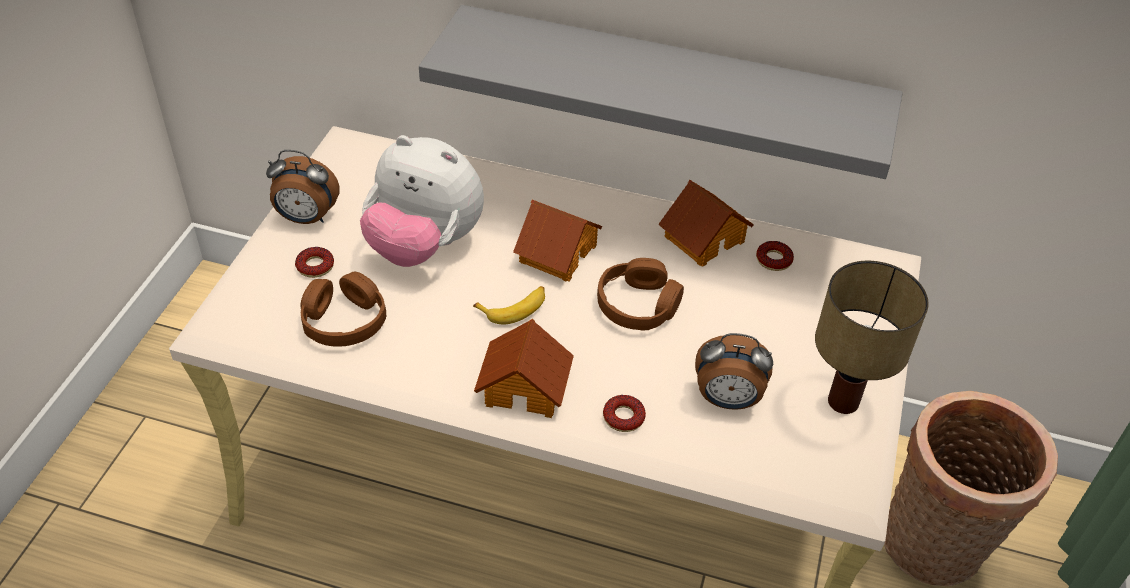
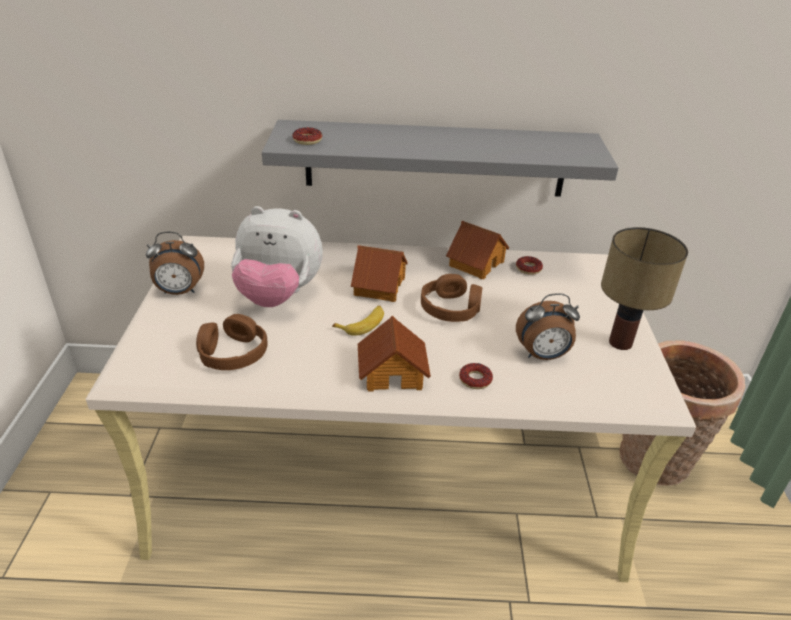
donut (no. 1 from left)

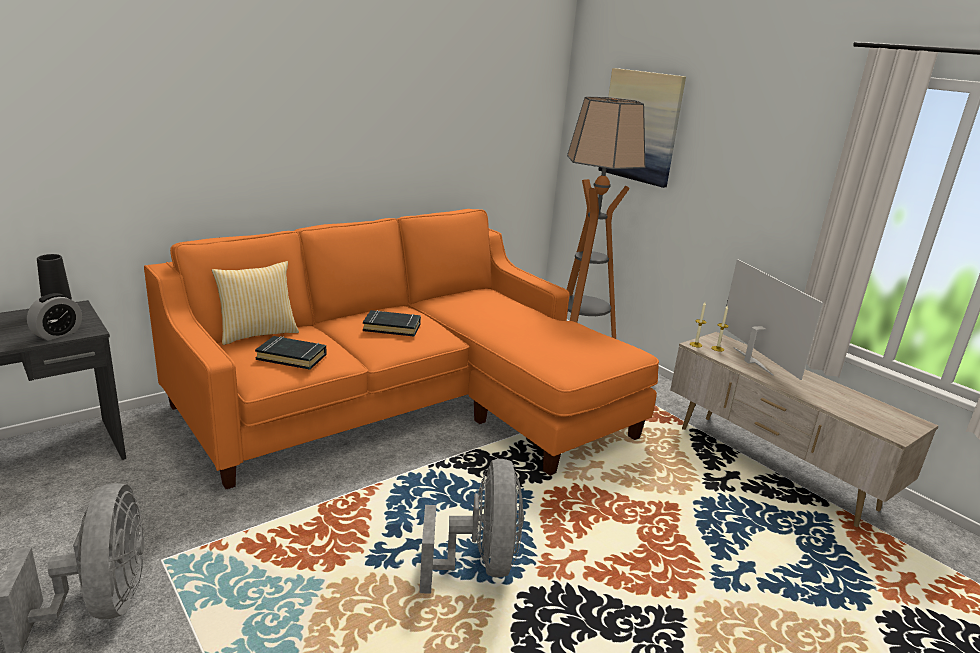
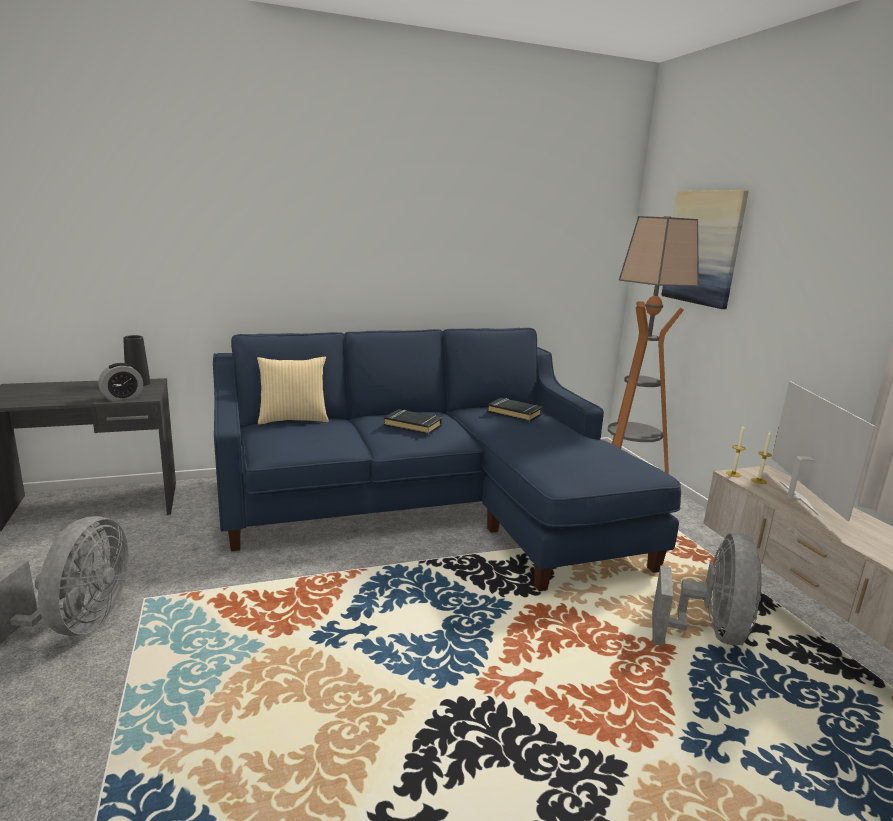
black book (no. 2 from left)
grey fan (no. 2 from left)
blue sofa

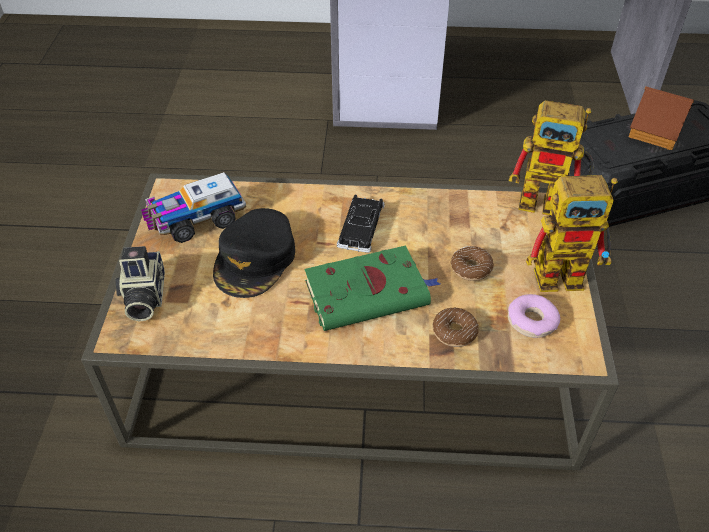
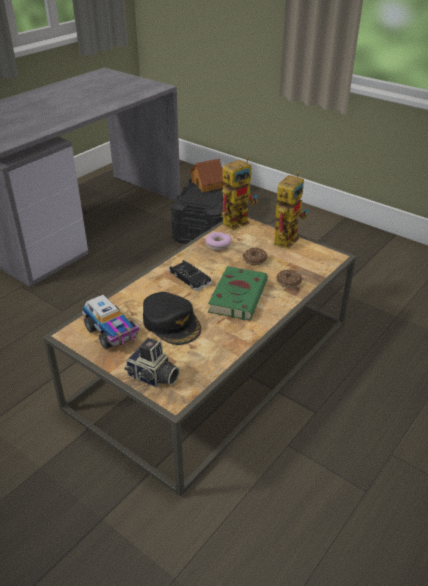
donut (no. 1 from left)
toy truck

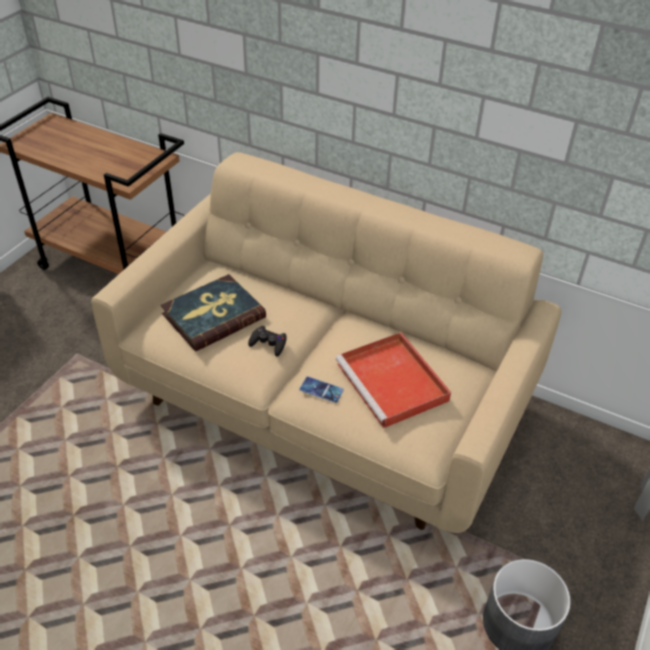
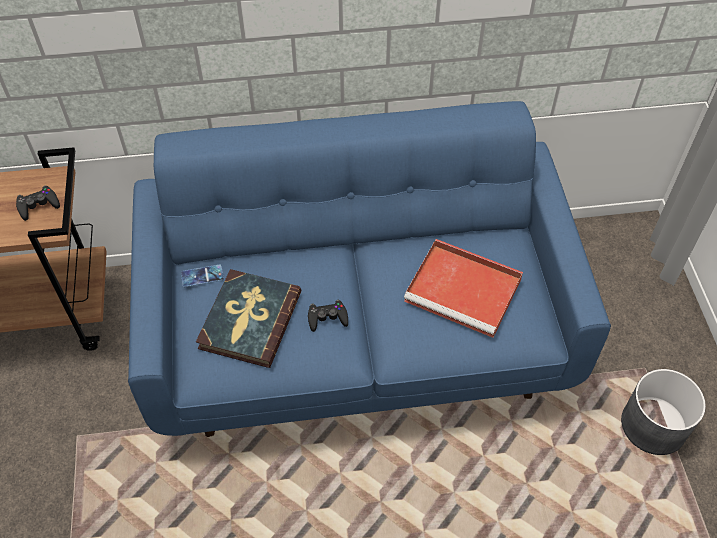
black game controller (no. 1 from left)
phone
blue sofa

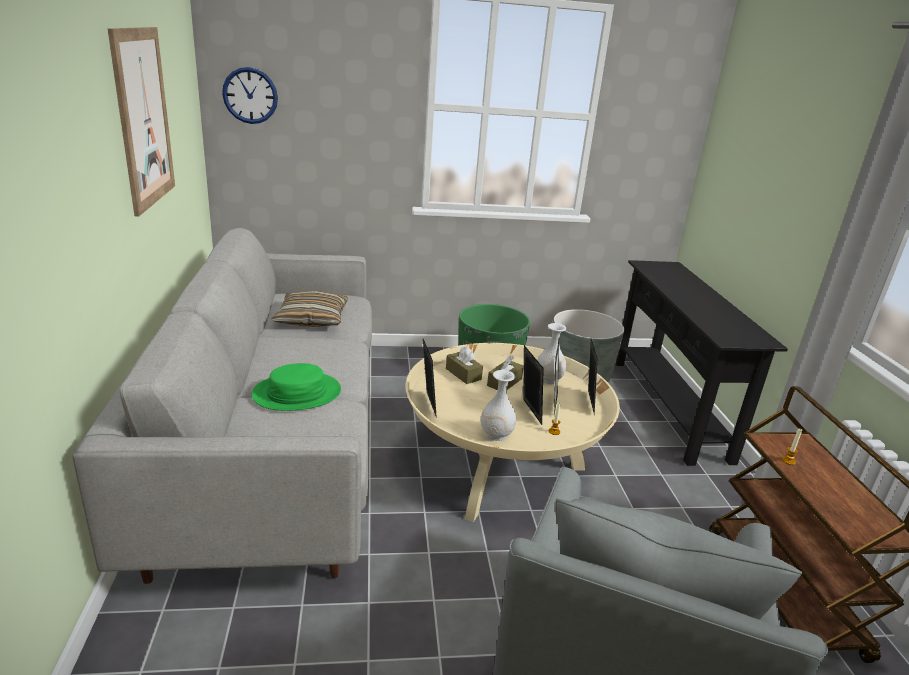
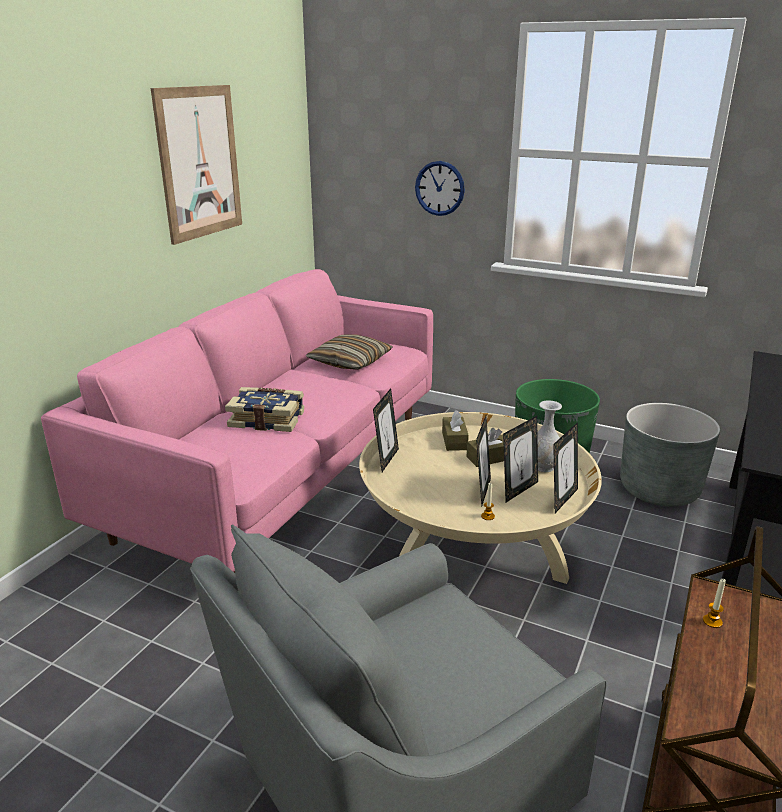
white vase (no. 1 from left in the first image)
wall clock
book
pink sofa

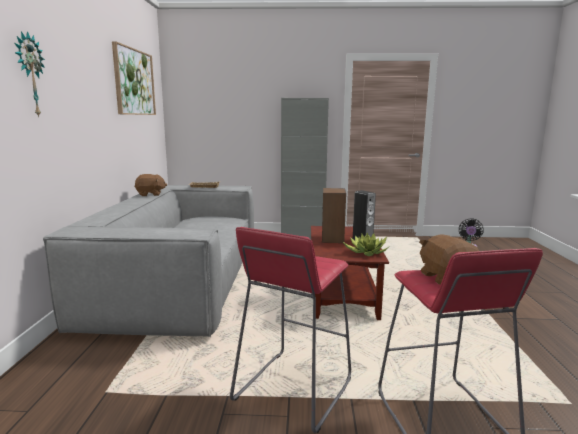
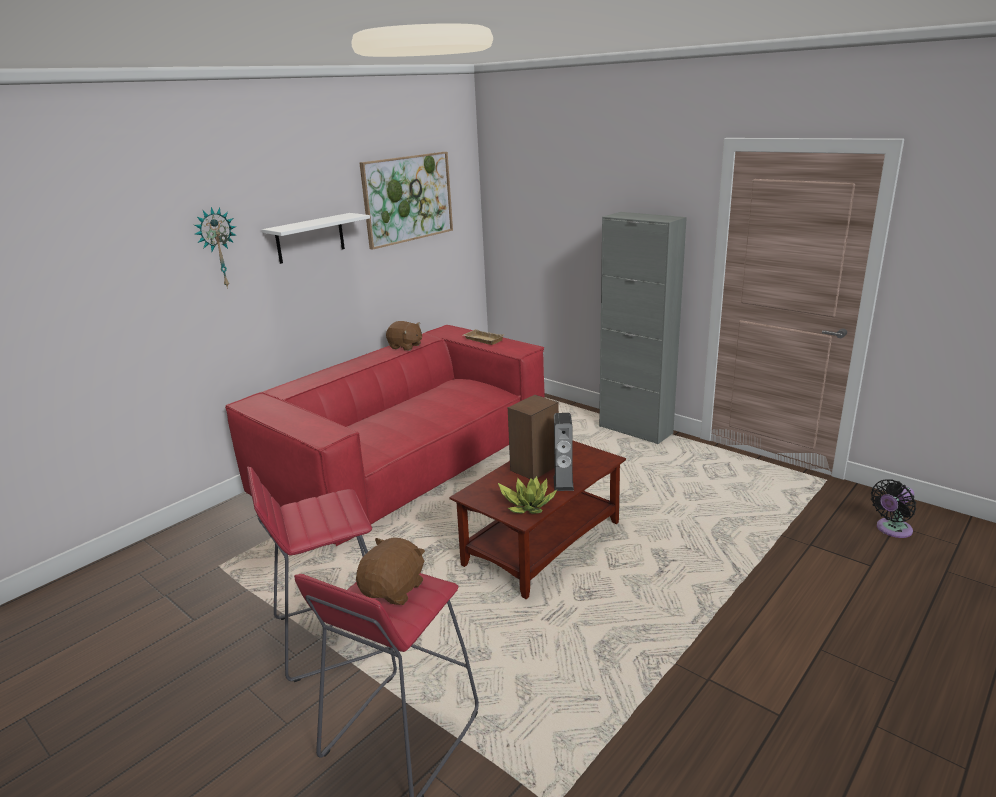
white shelf
red sofa

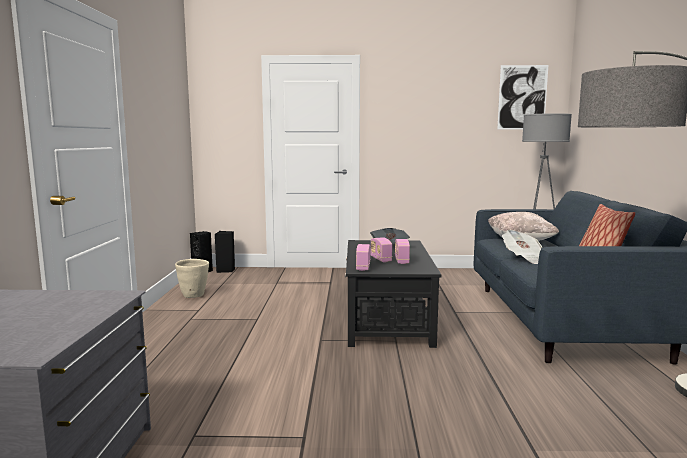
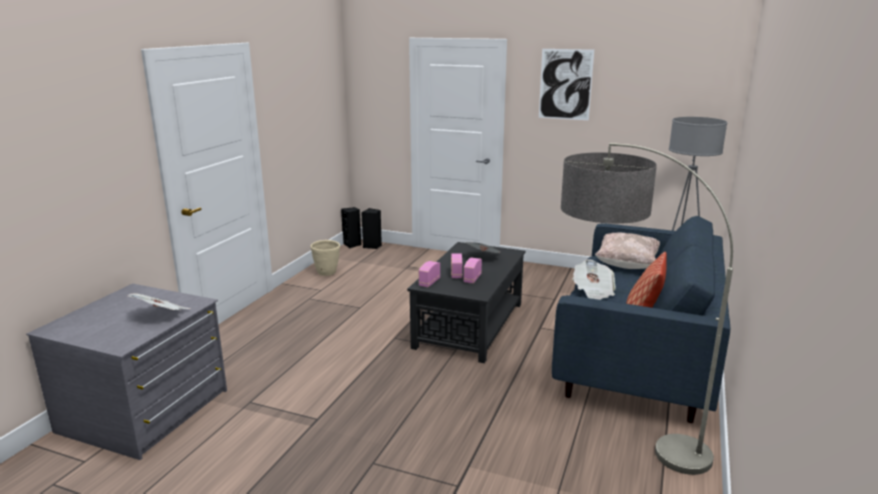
newspaper (no. 1 from left)
picture

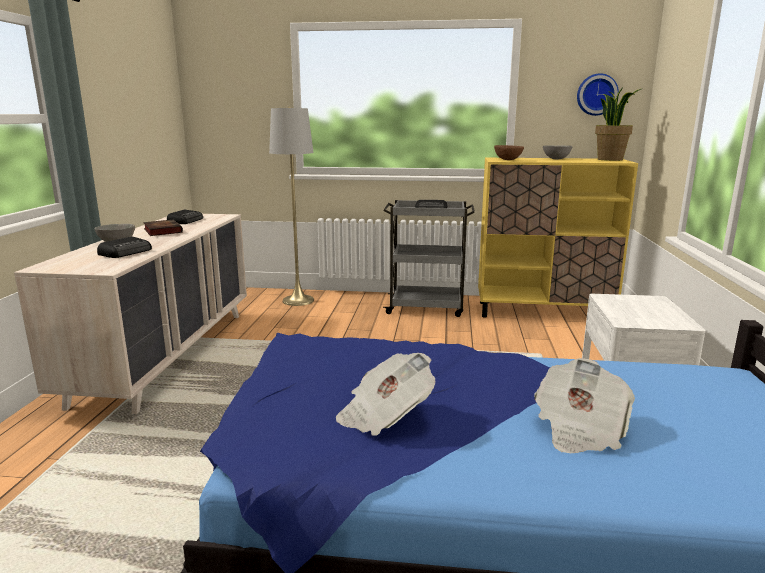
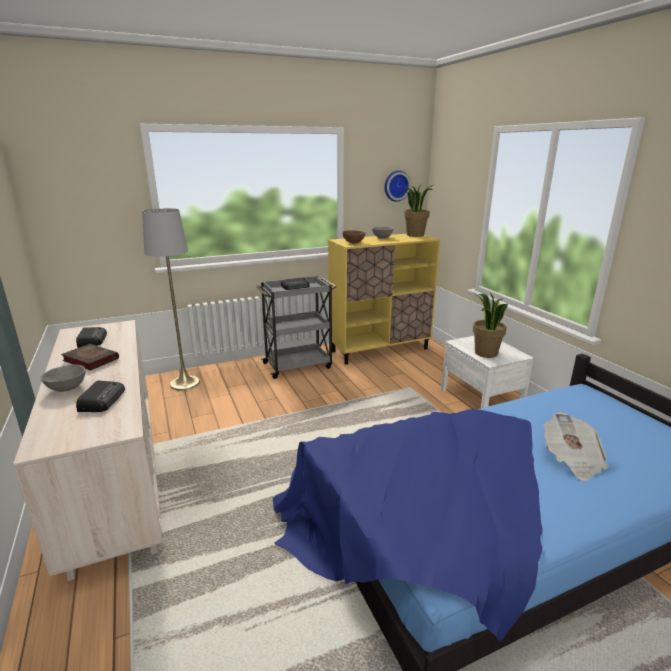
newspaper (no. 1 from left in the first image)
potted plant (no. 2 from left)

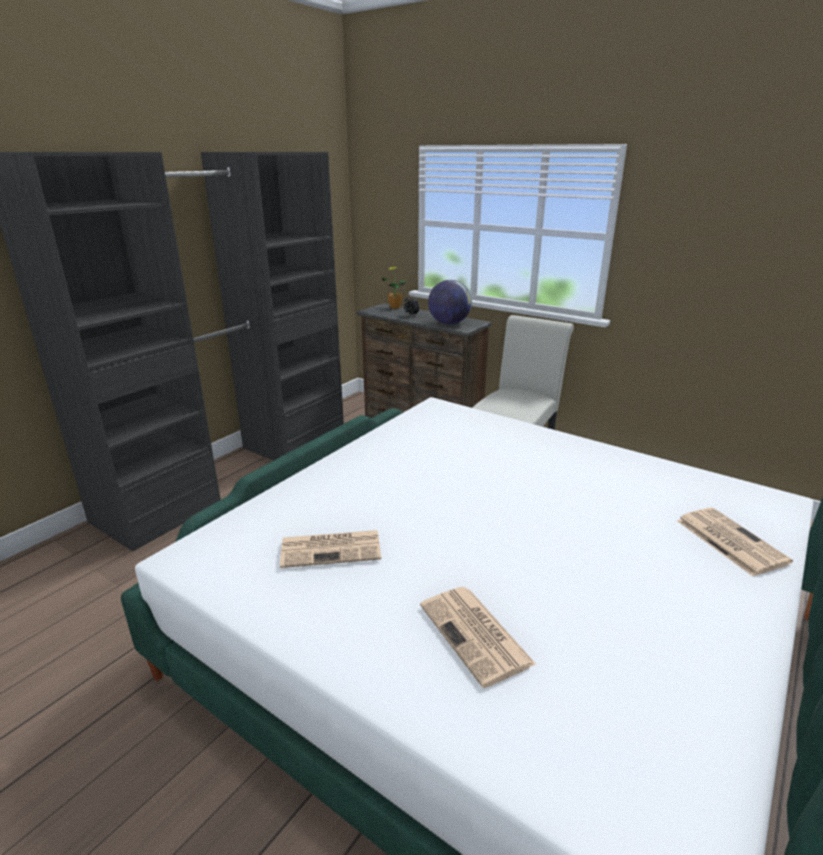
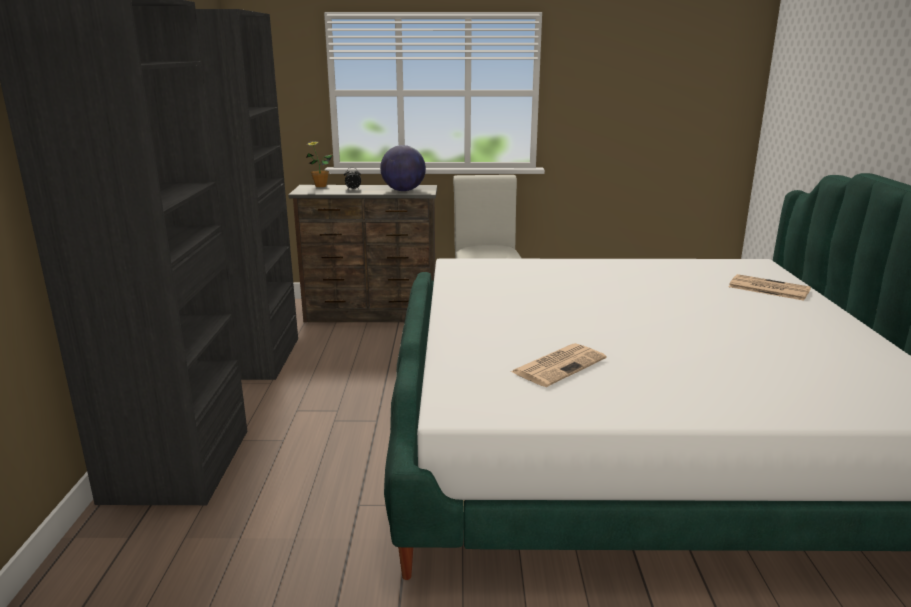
newspaper (no. 2 from left in the first image)

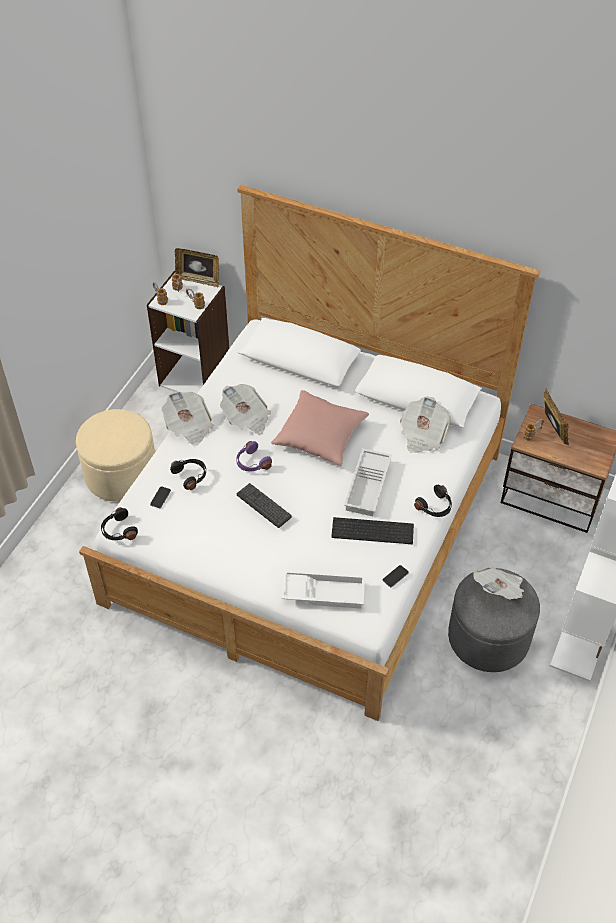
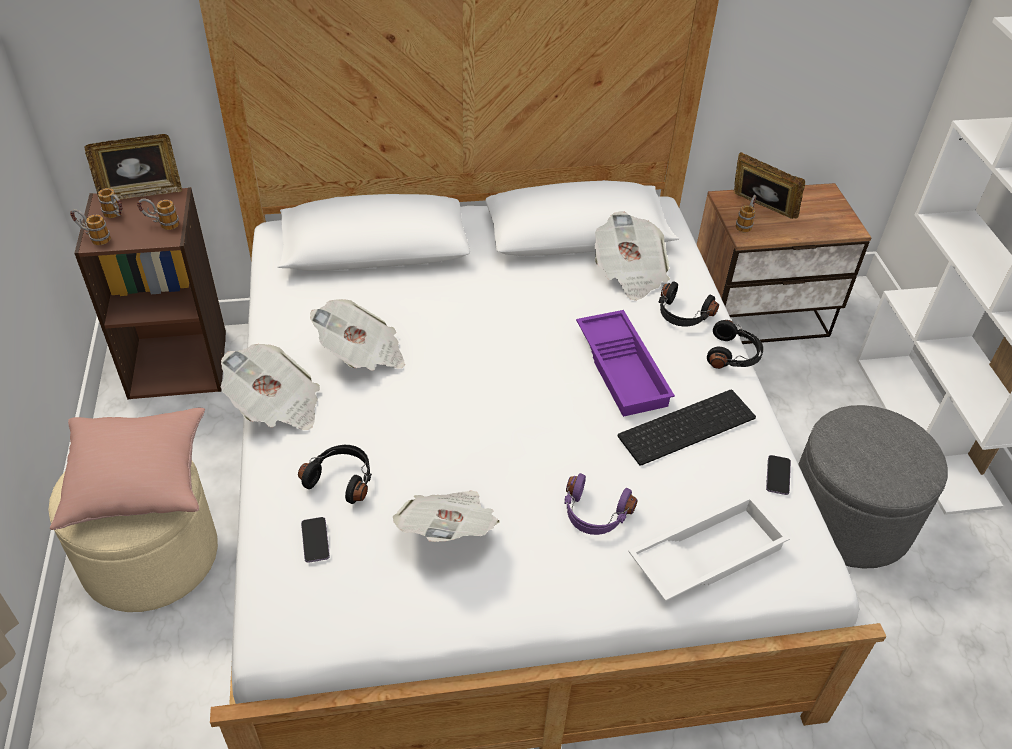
keyboard (no. 1 from left in the first image)
black headphones (no. 2 from left)
purple headphones
pink pillow
newspaper (no. 3 from left)
brown bookcase
purple tray

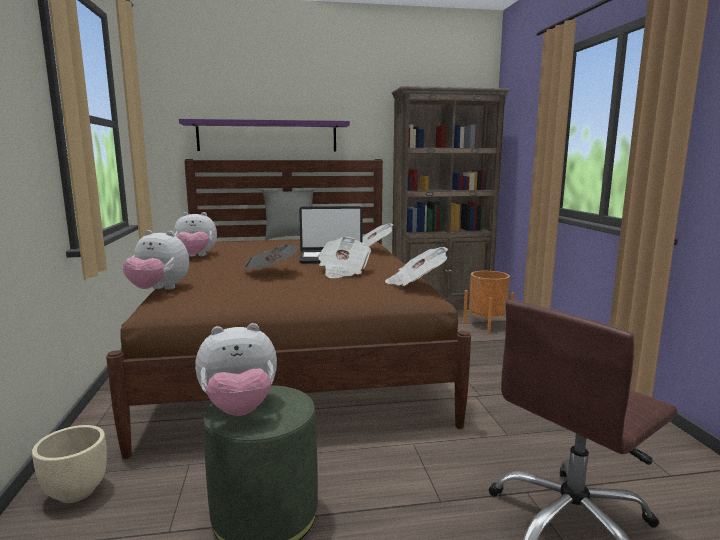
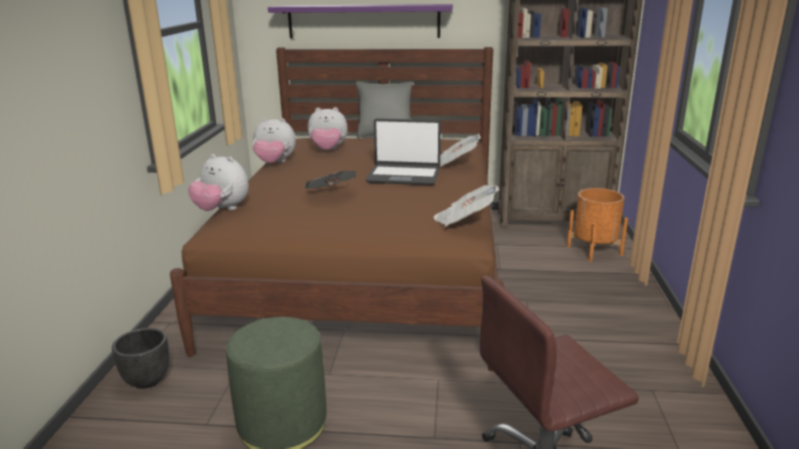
newspaper (no. 2 from left in the first image)
plush toy (no. 3 from left)
black planter

